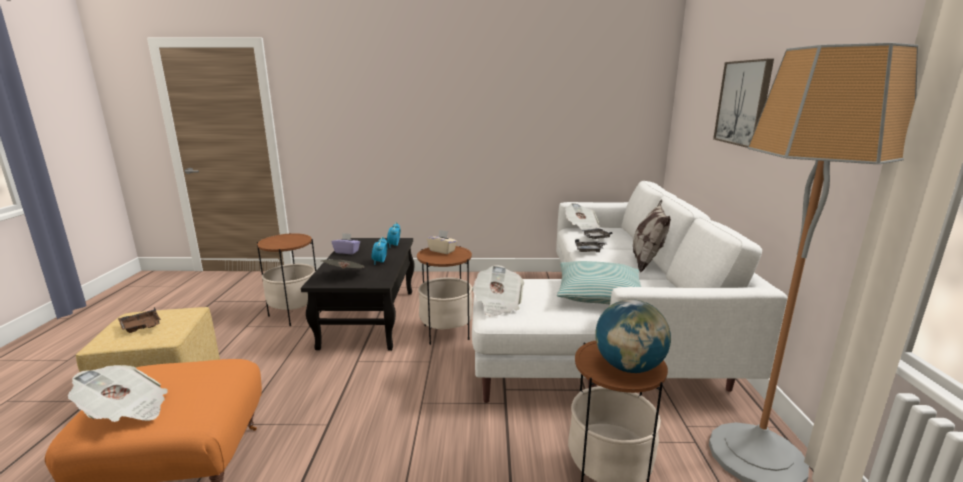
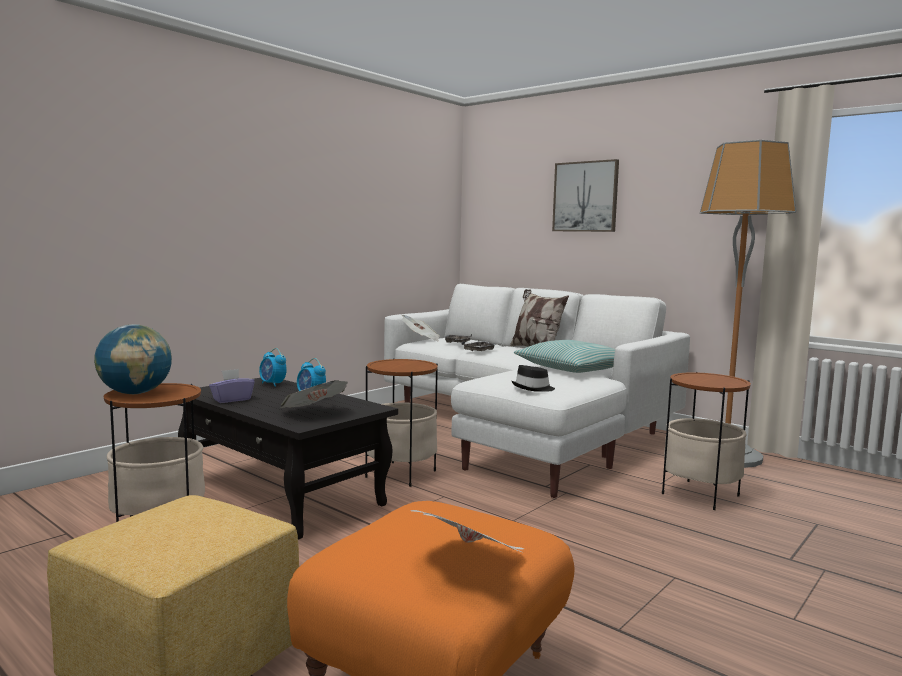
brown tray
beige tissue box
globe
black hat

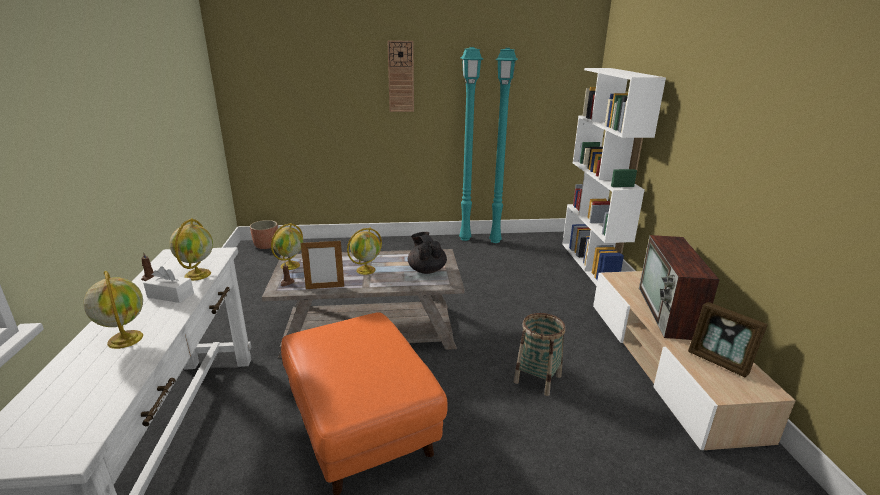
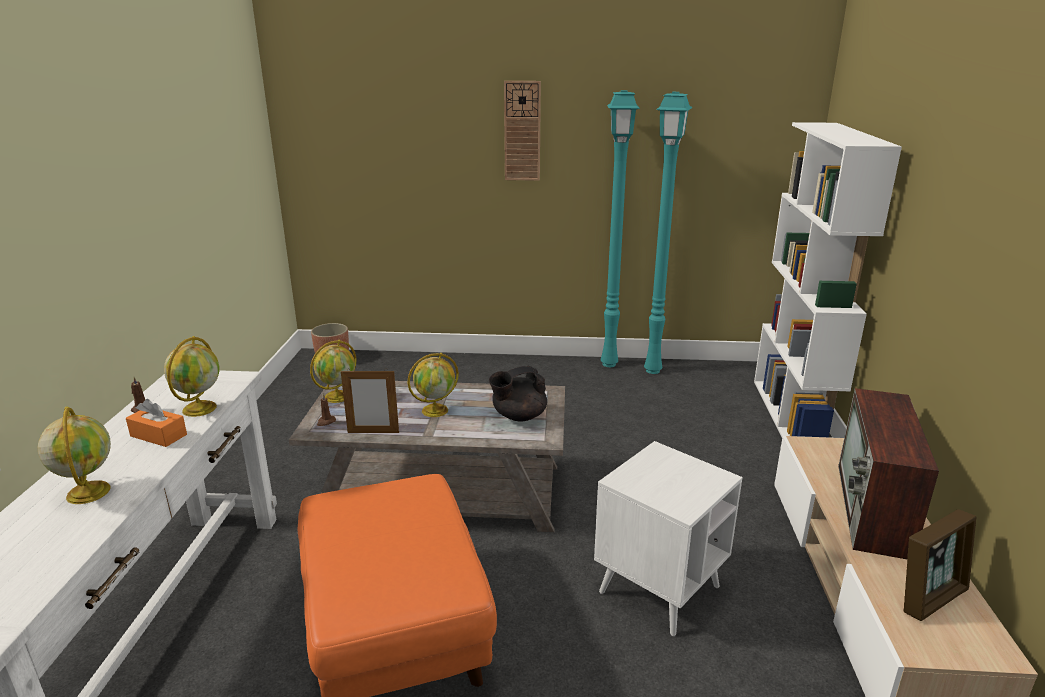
white side table
orange tissue box
black teapot
picture frame (no. 2 from left)

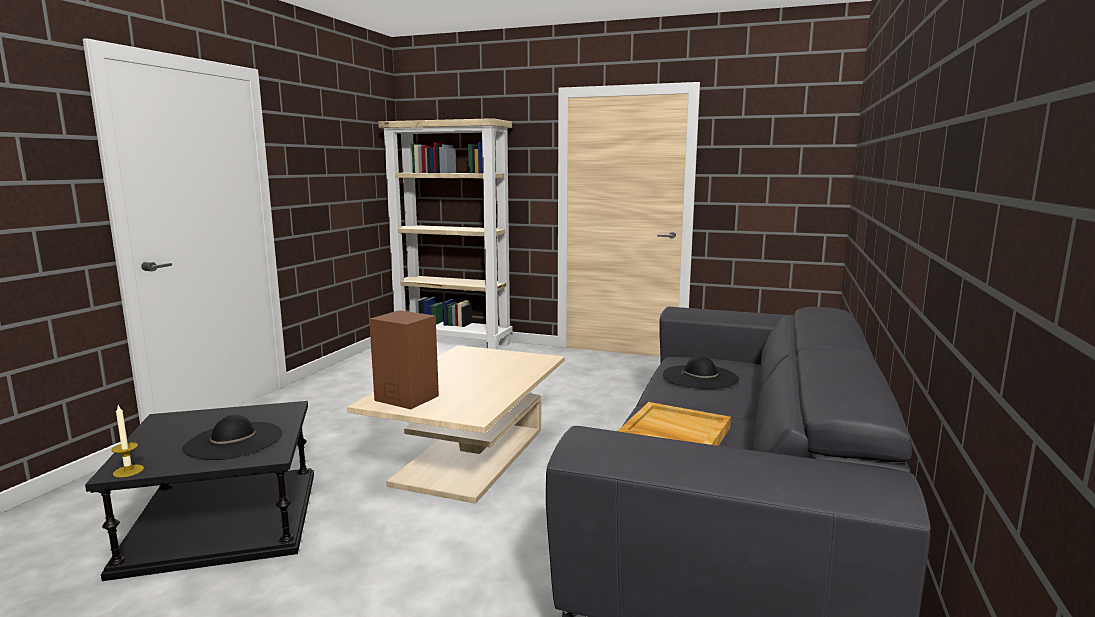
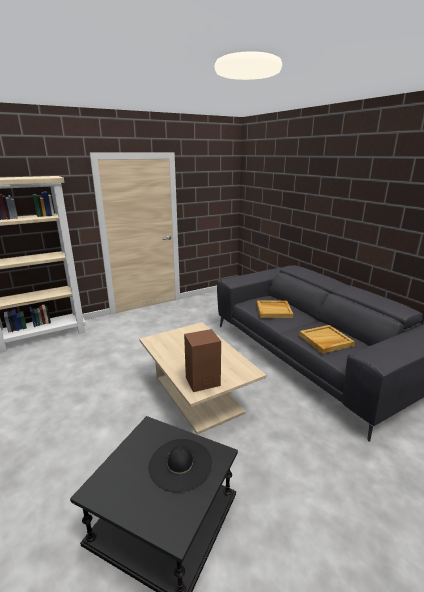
candle
beige tray (no. 1 from left)

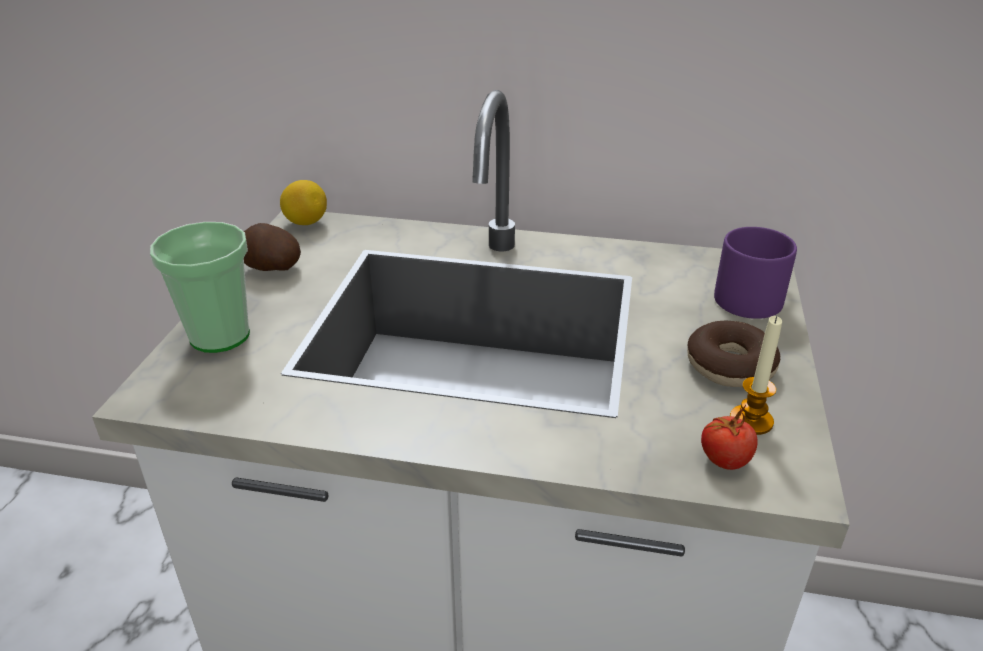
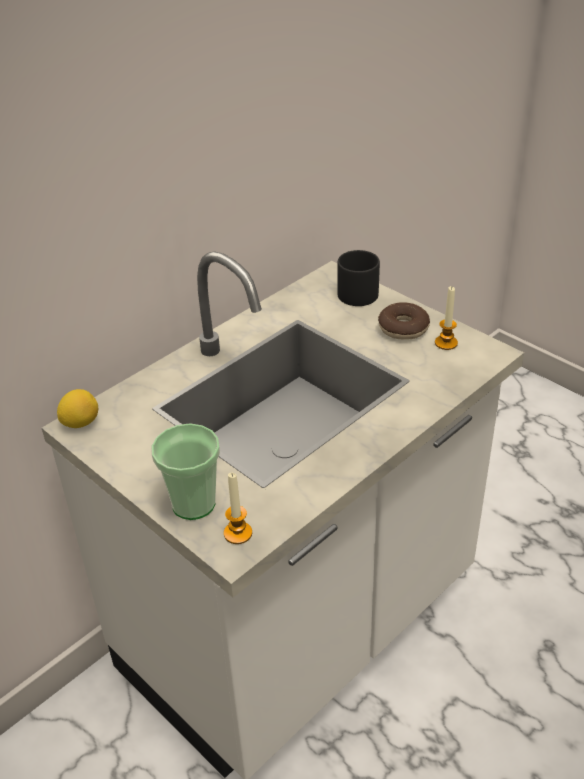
potato
tomato
candle (no. 1 from left)
black mug

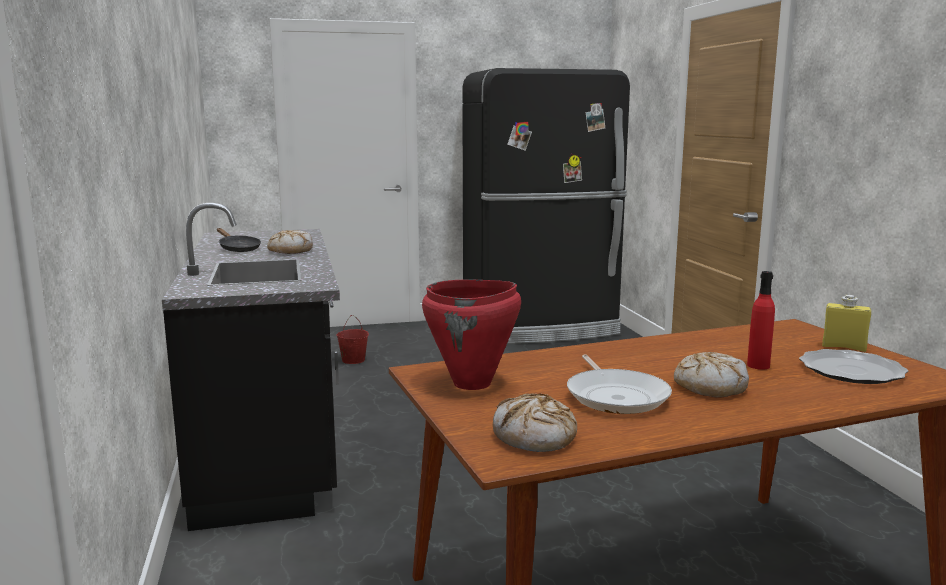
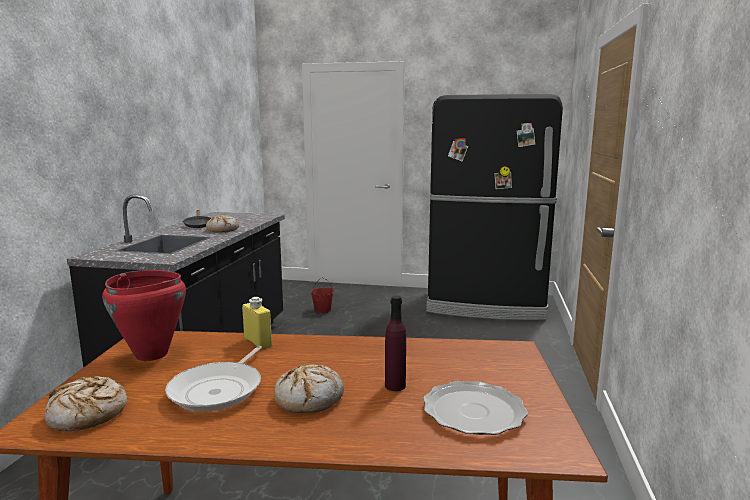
yellow bottle
purple bottle

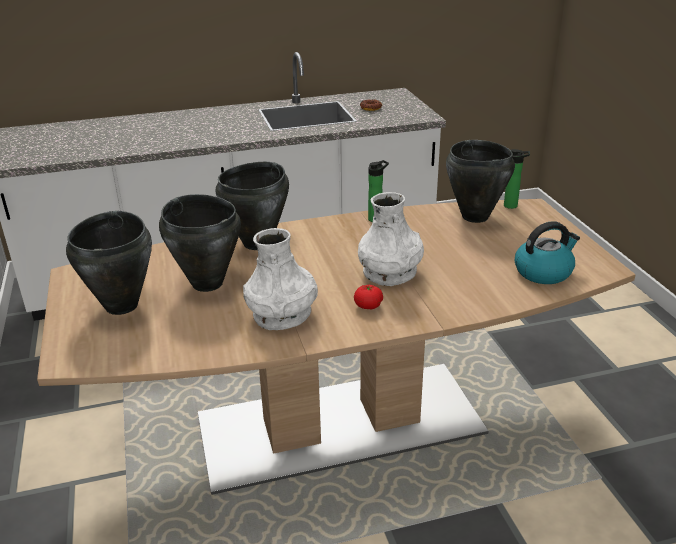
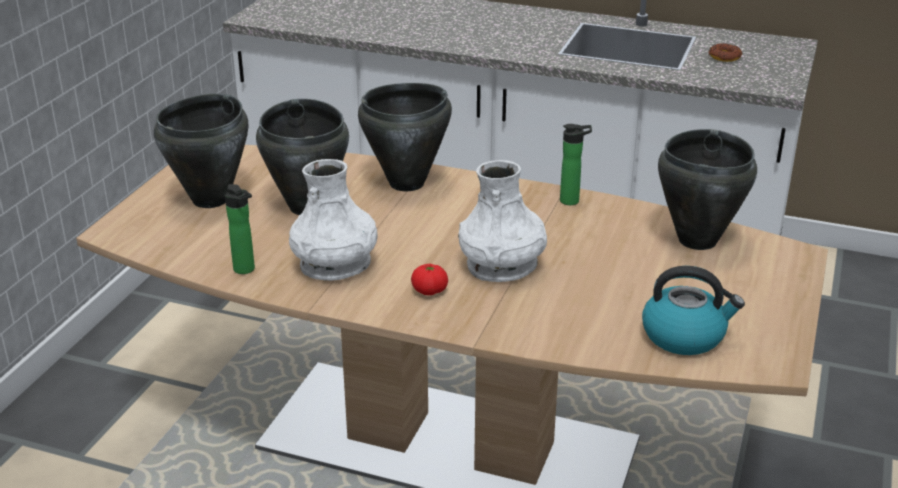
bottle (no. 1 from left)

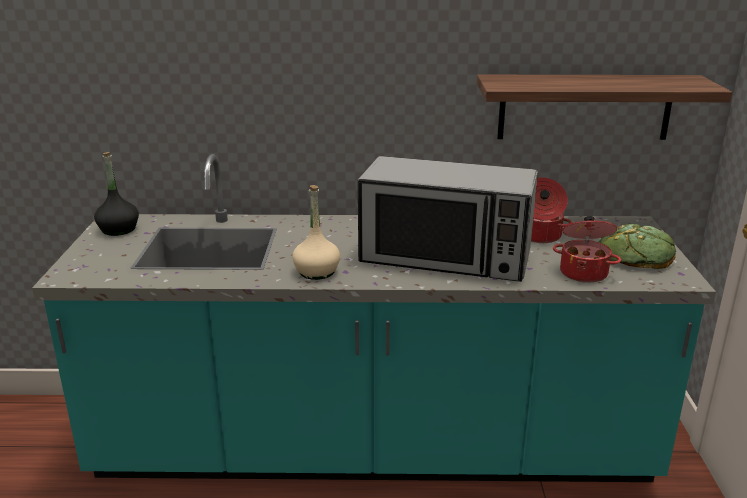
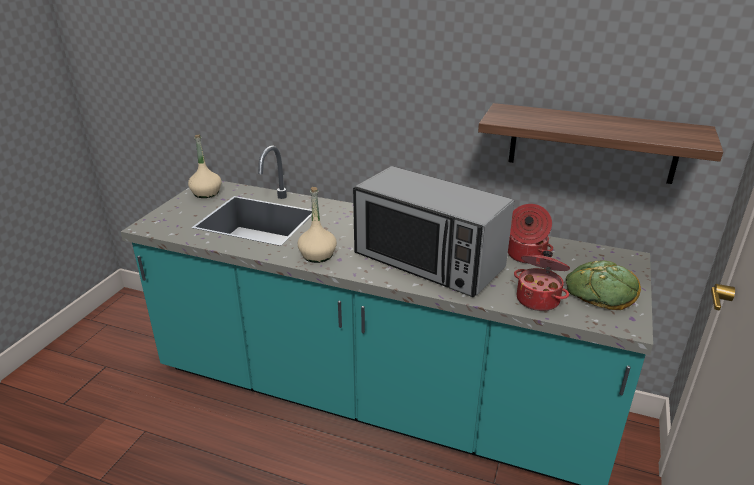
beige bottle (no. 1 from left)

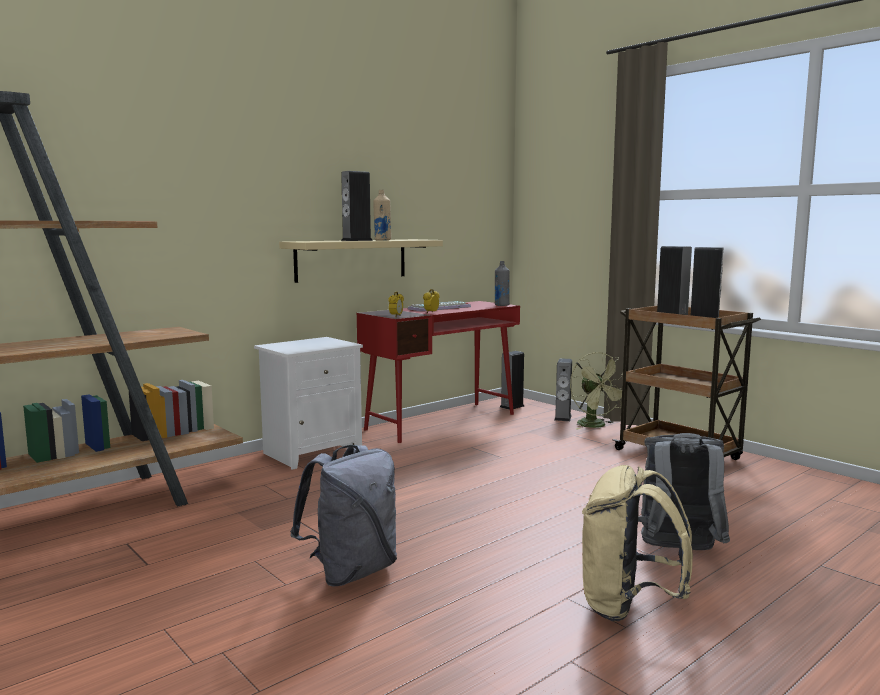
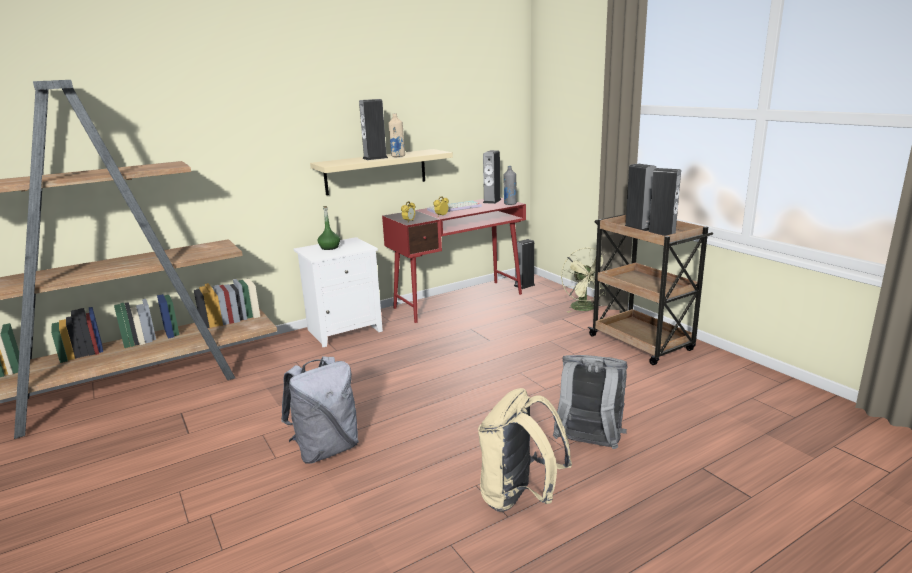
green bottle
speaker (no. 2 from left)

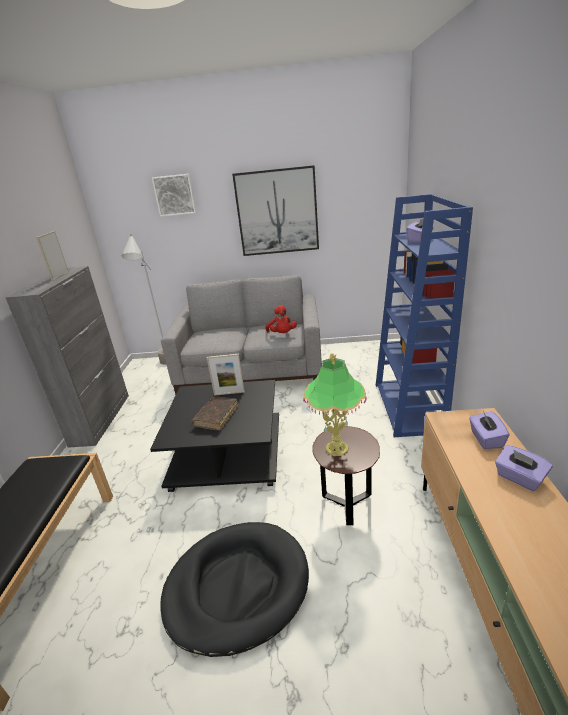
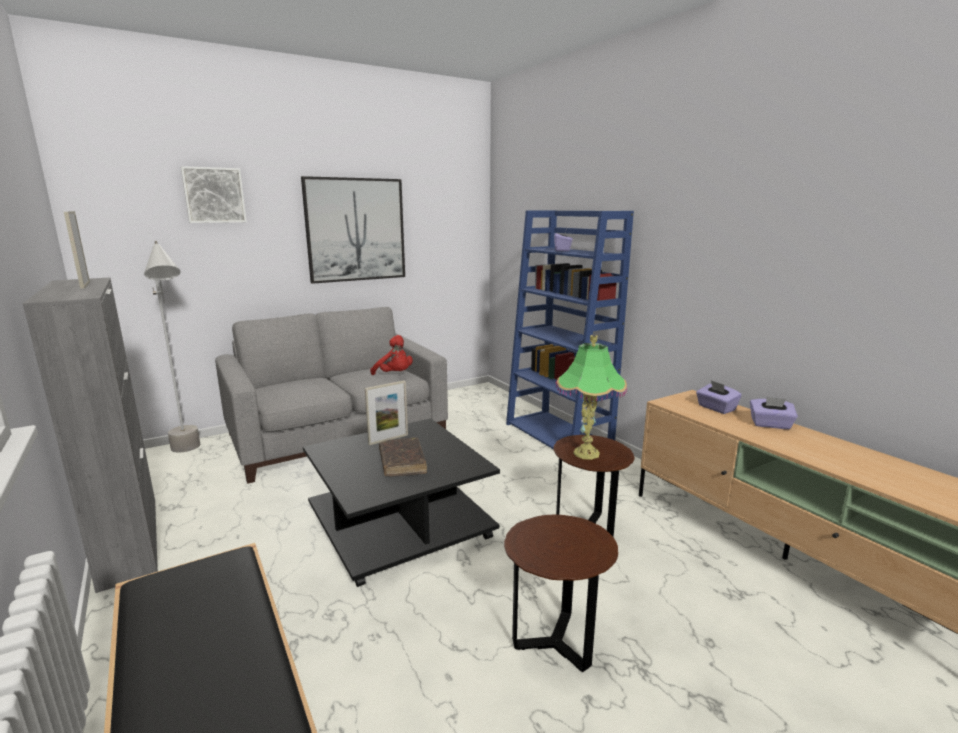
brown side table (no. 1 from left)

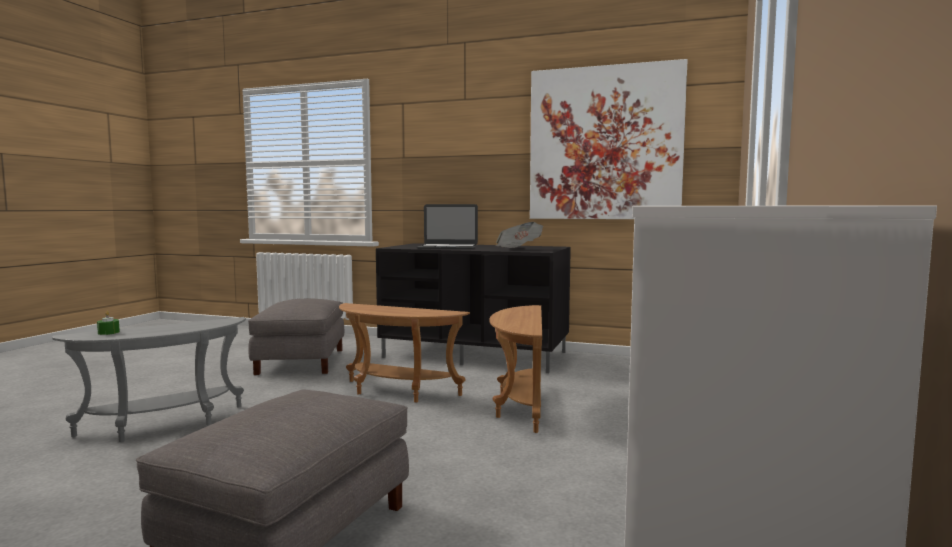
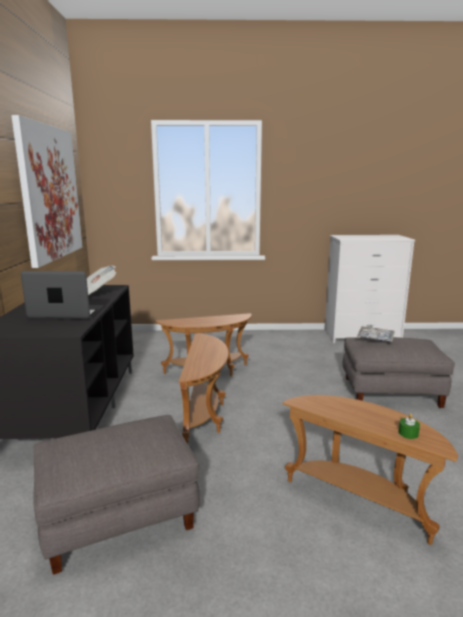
tray
brown side table (no. 3 from left)
laptop

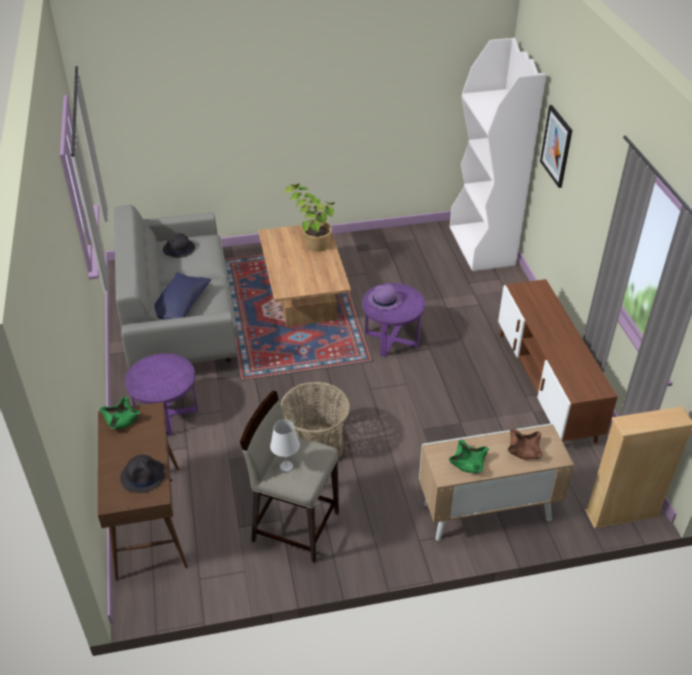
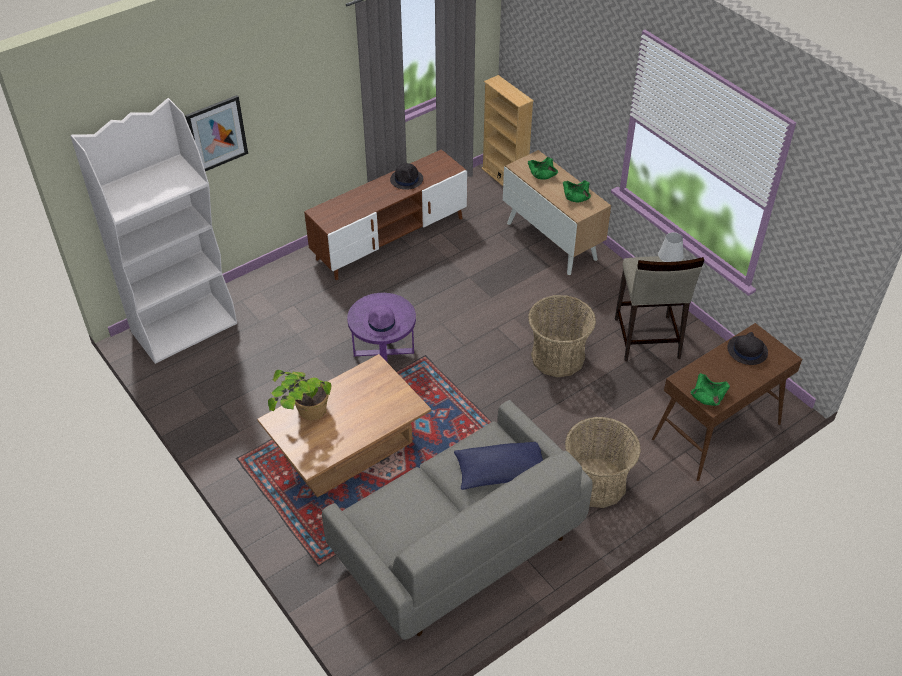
black hat (no. 1 from left)
basket (no. 2 from left)
green bowl (no. 1 from left)

